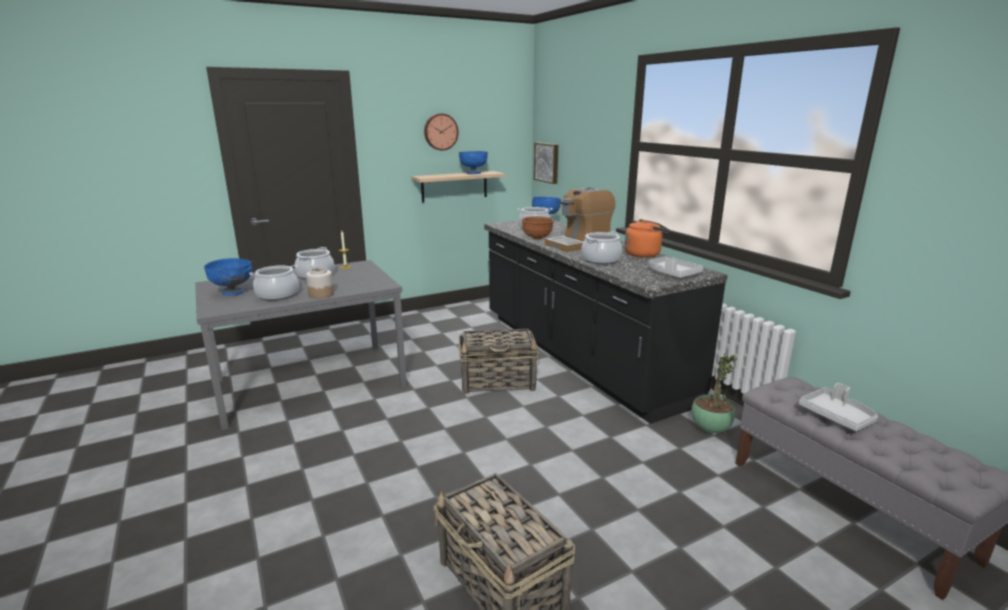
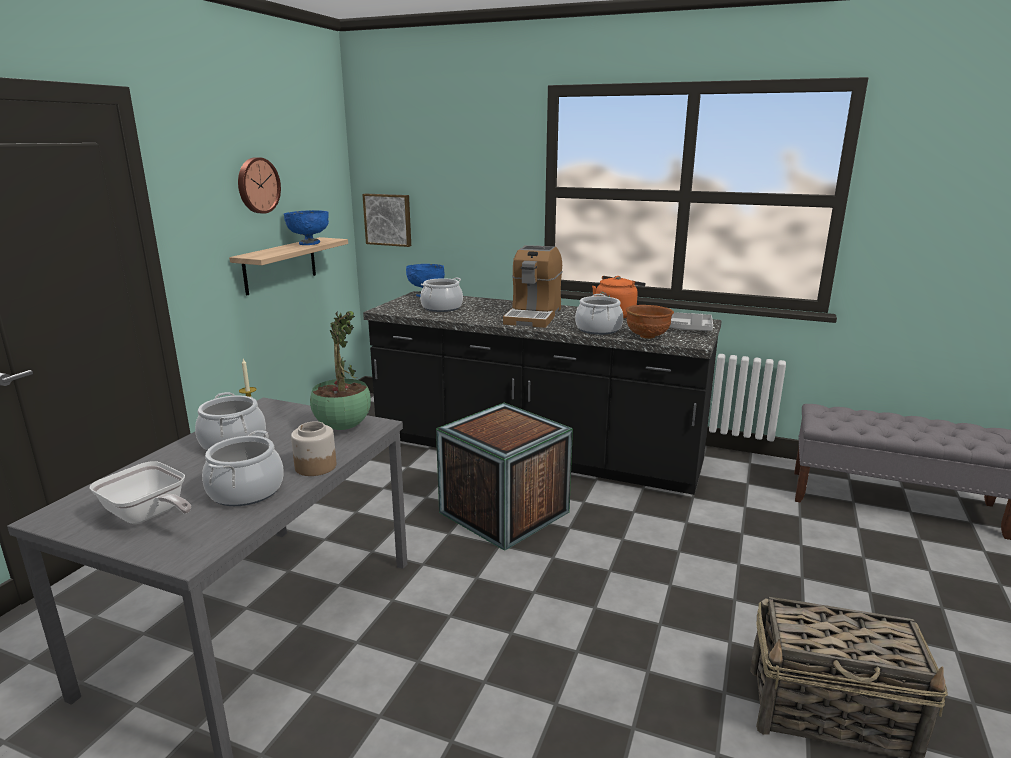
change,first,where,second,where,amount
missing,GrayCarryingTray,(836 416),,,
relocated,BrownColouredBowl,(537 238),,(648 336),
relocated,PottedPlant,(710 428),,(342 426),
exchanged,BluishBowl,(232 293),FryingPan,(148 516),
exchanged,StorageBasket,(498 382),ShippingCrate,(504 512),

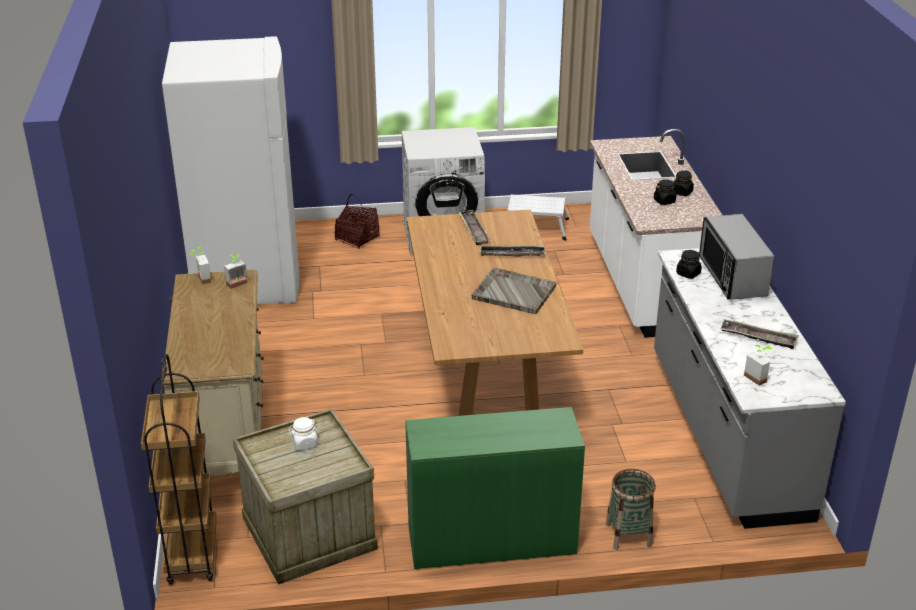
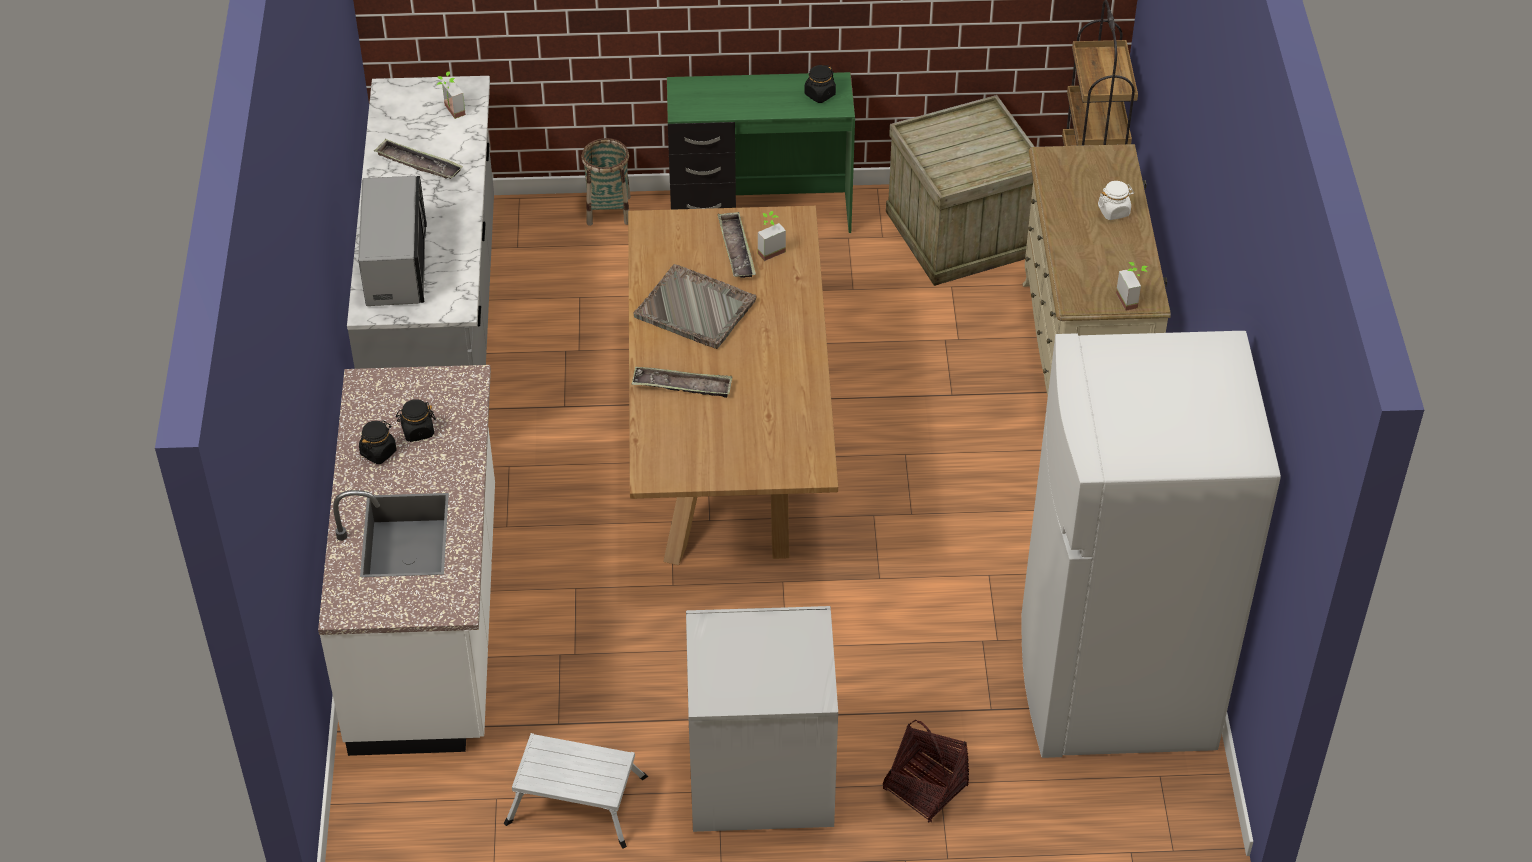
change,first,where,second,where,amount
relocated,PottedPlant,(238 285),,(768 249),
relocated,WhiteColouredJar,(304 443),,(1114 211),
relocated,CarryingTray,(474 230),,(736 249),
relocated,BlackJar,(688 273),,(819 94),

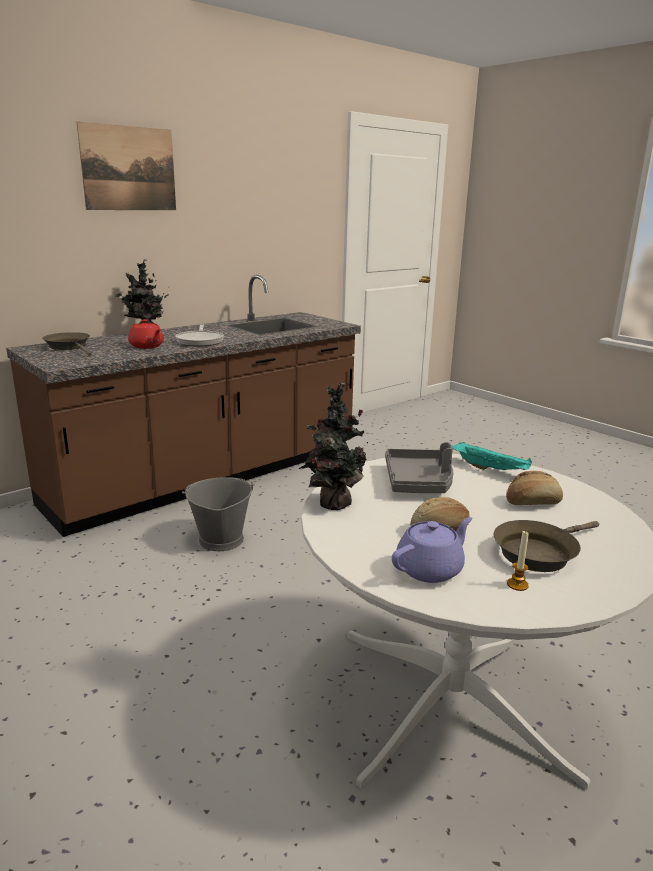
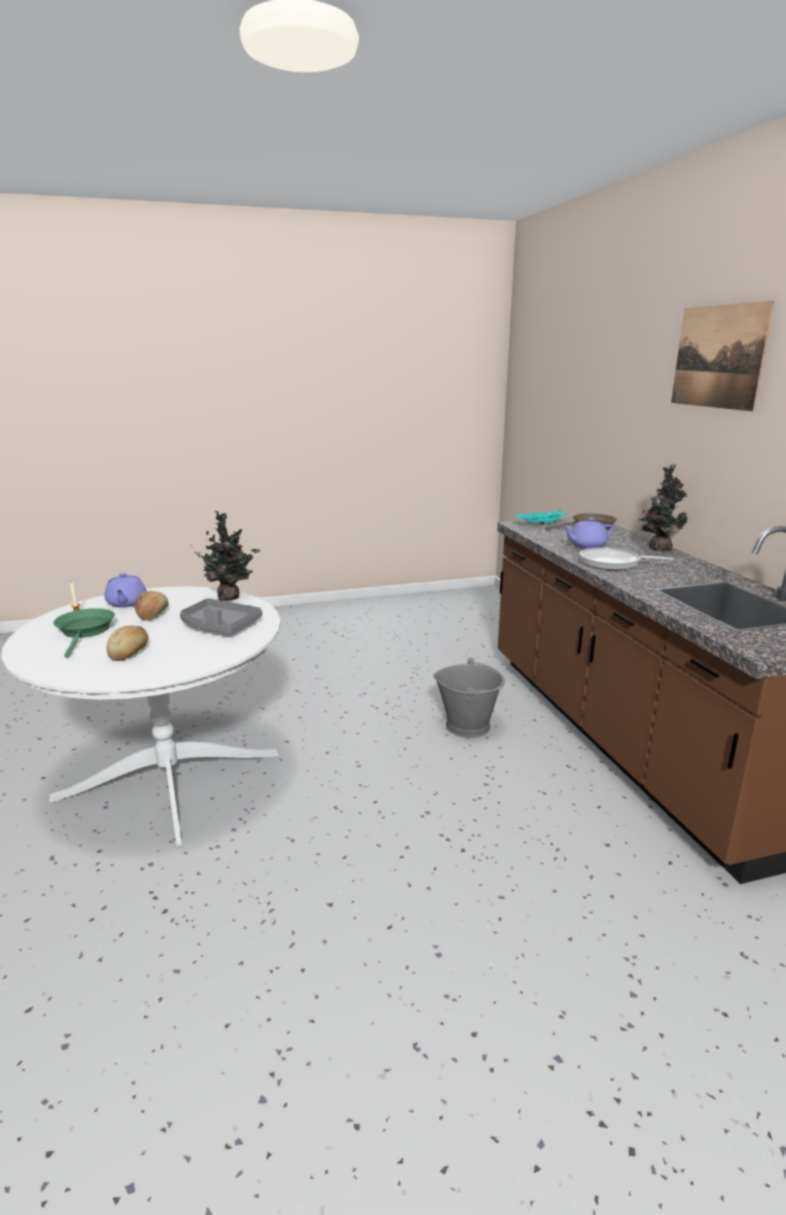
change,first,where,second,where,amount
relocated,TurquoiseColouredCarryingTray,(491 469),,(540 524),
colour,RedColouredTeapot,(147 346),PurplishTeapot,(586 546),
colour,BrownColouredFryingPan,(538 552),GreenishFryingPan,(85 632),

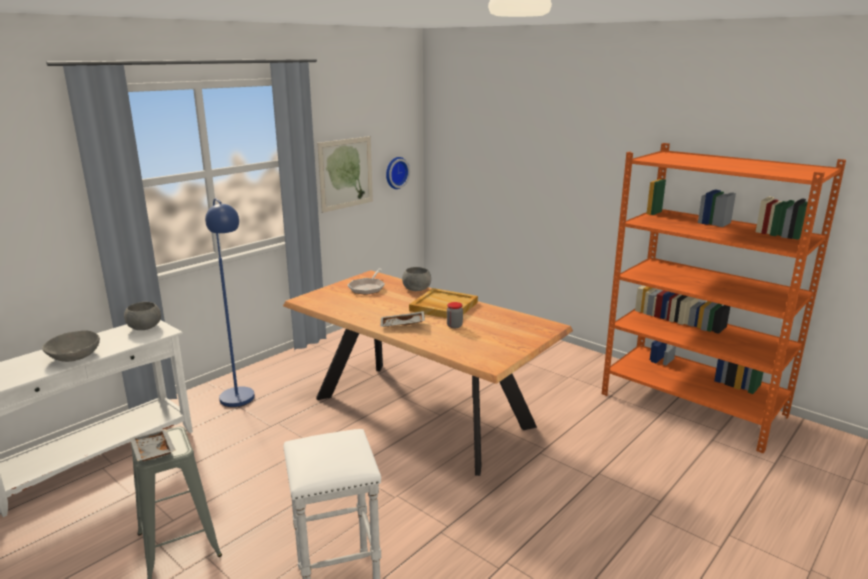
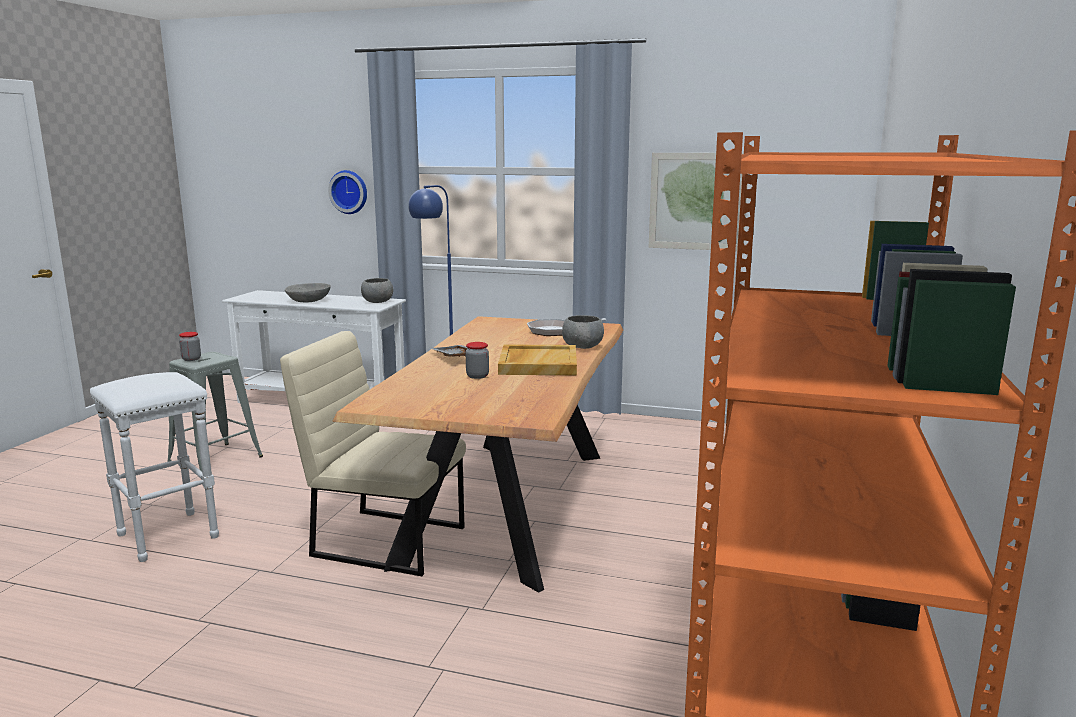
change,first,where,second,where,amount
appeared,,,BeigePlainChair,(385 540),
relocated,HangingClock,(395 172),,(349 192),
exchanged,GrayCarryingTray,(152 452),Jar,(191 359),

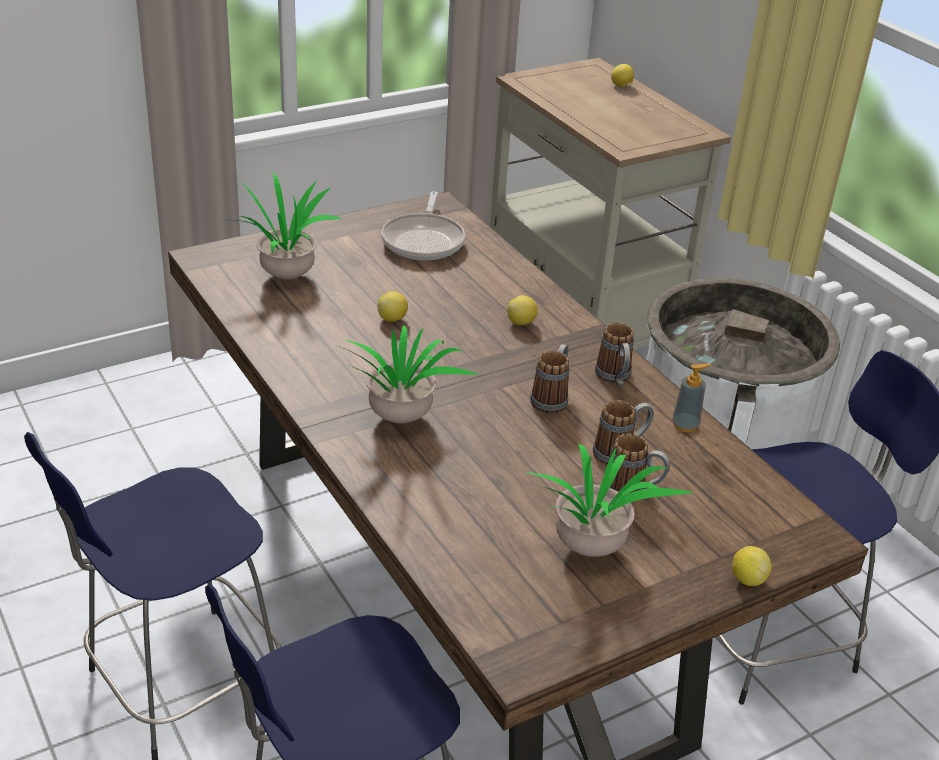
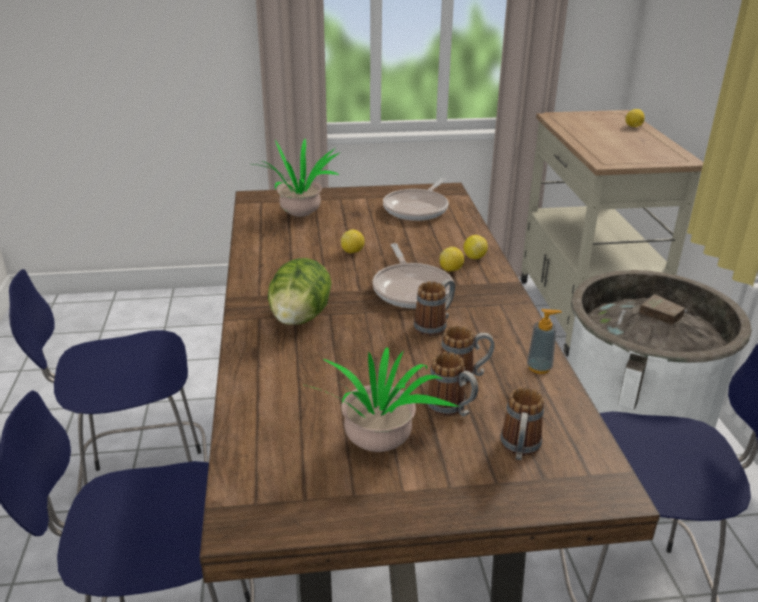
change,first,where,second,where,amount
appeared,,,FryingPan,(411 289),
relocated,CoffeeMug,(614 378),,(519 449),
relocated,WholeLemon,(747 579),,(474 257),
exchanged,PottedPlant,(399 421),HeadOfLettuce,(300 318),

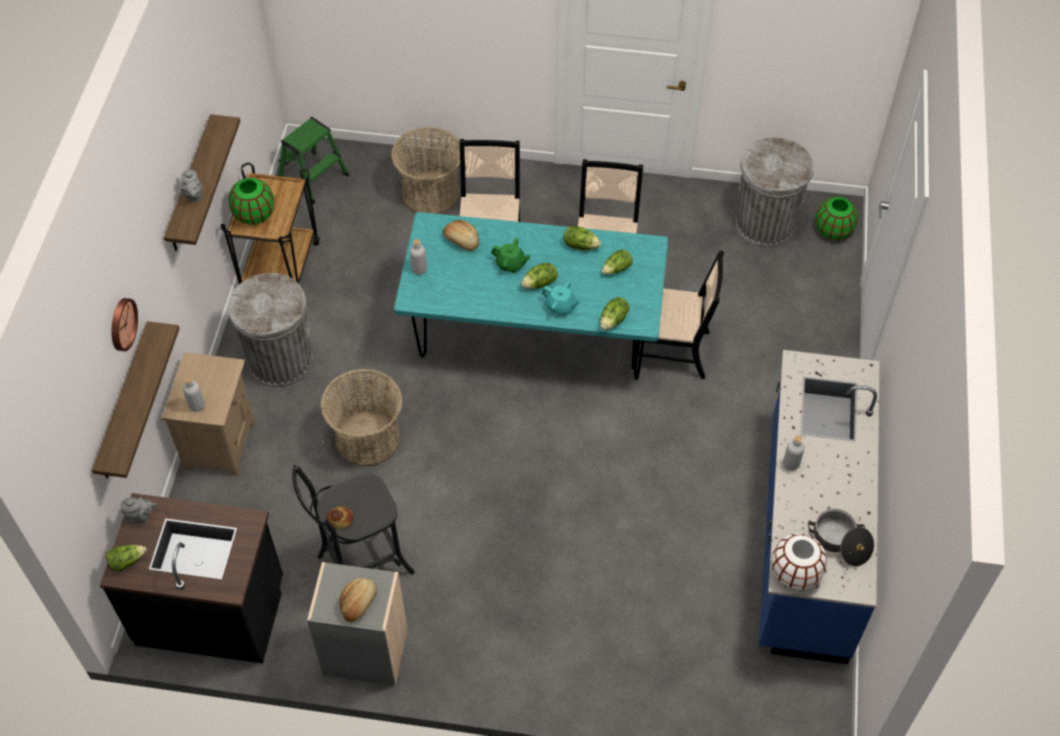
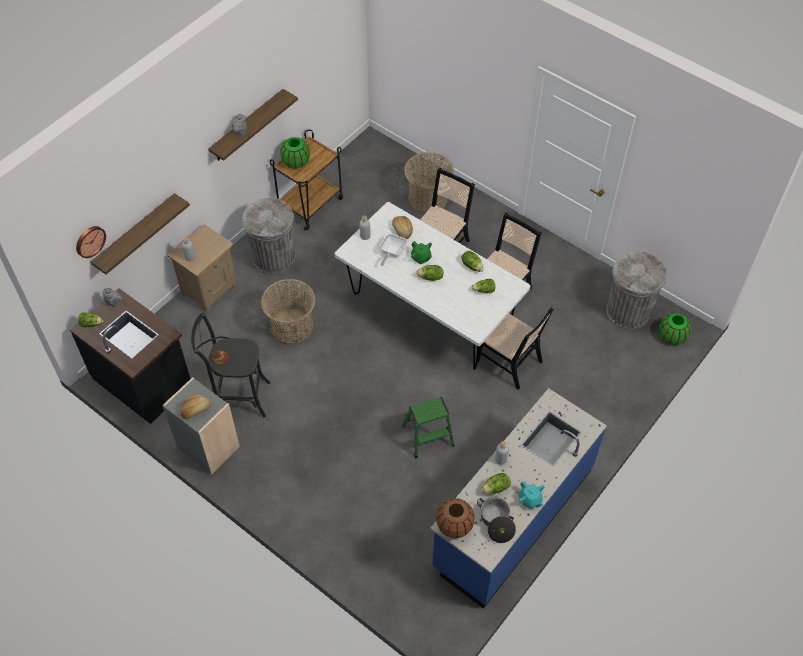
change,first,where,second,where,amount
appeared,,,FryingPan,(392 253),
relocated,HangingClock,(121 324),,(89 241),
relocated,GreenishStepStool,(313 177),,(428 435),
relocated,TurquoiseColouredTeapot,(560 307),,(530 500),
relocated,HeadOfLettuce,(614 320),,(496 488),
colour,TurquoiseColouredDinnerTable,(532 338),WhiteColouredDinnerTable,(428 313),
colour,WhiteColouredDecorativeVase,(795 573),BrownColouredDecorativeVase,(454 525),

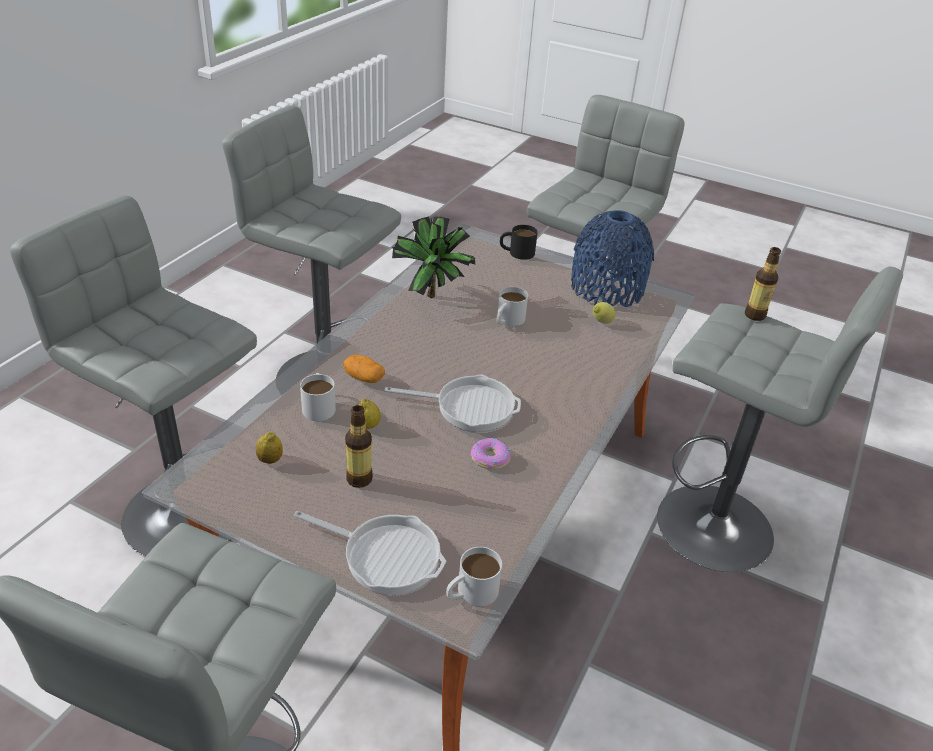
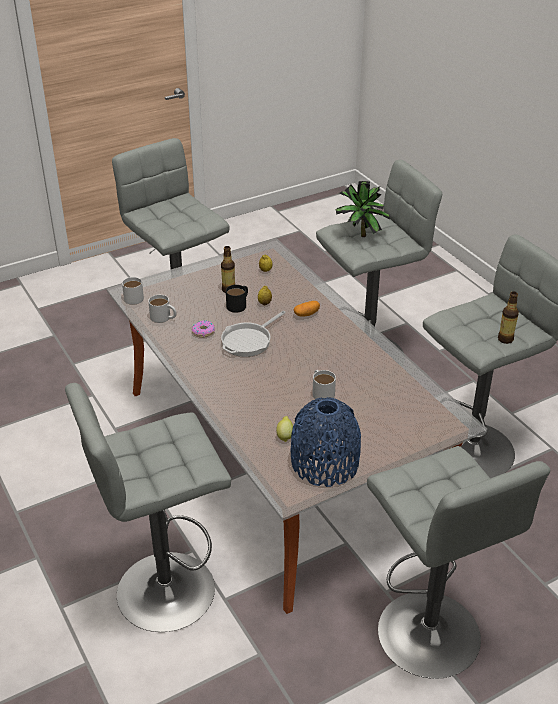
change,first,where,second,where,amount
missing,FryingPan,(385 555),,,
relocated,WhiteColouredCoffeeMug,(319 405),,(164 318),
relocated,PottedPlant,(434 299),,(359 236),
relocated,BlackCoffeeMug,(516 252),,(239 304),
relocated,Bottle,(755 315),,(505 339),

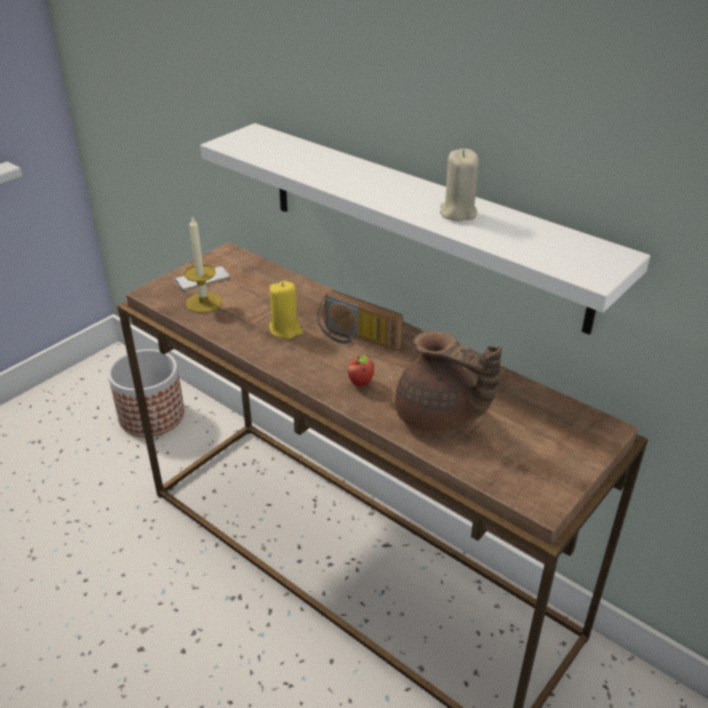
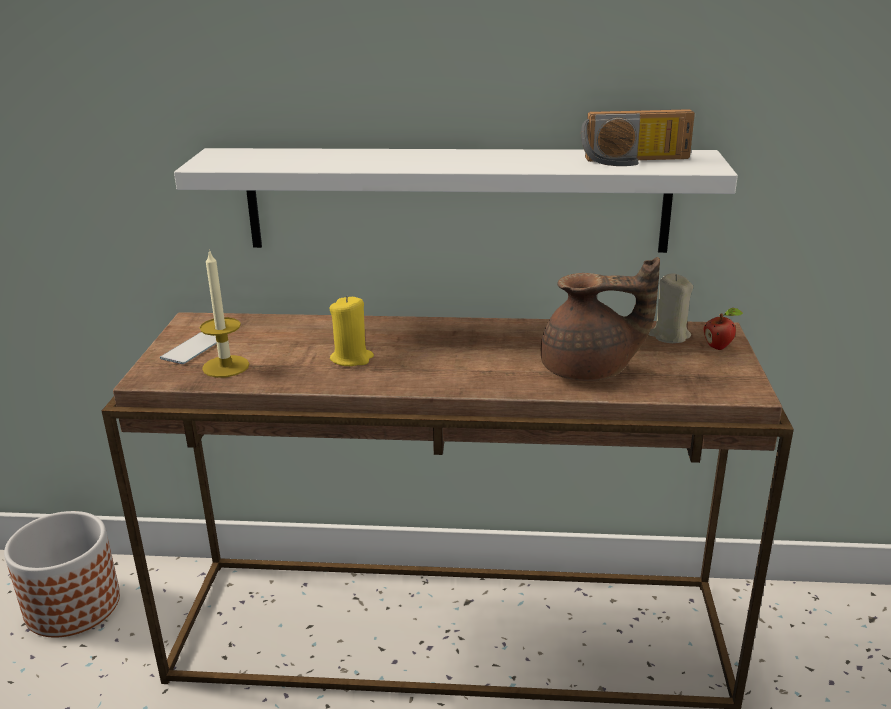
change,first,where,second,where,amount
relocated,Radio,(355 338),,(635 161),
relocated,Apple,(361 383),,(719 347),
relocated,BeigeWaxLight,(457 213),,(669 335),

